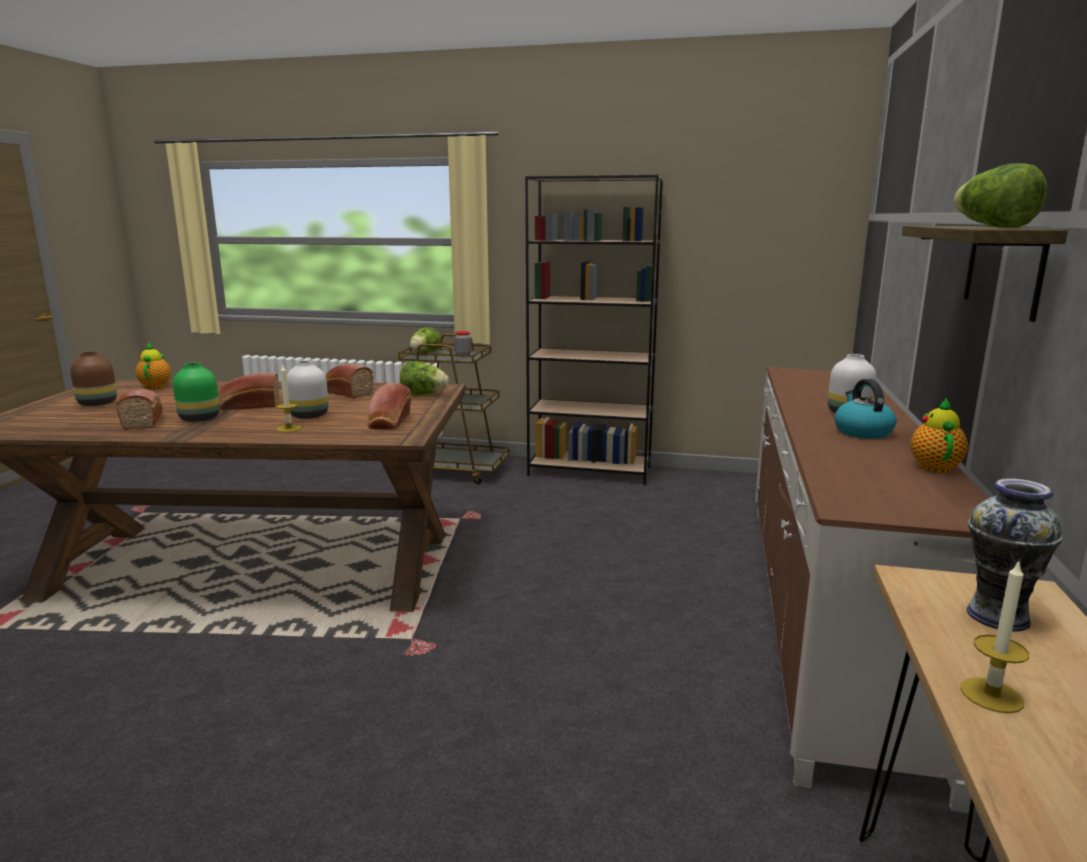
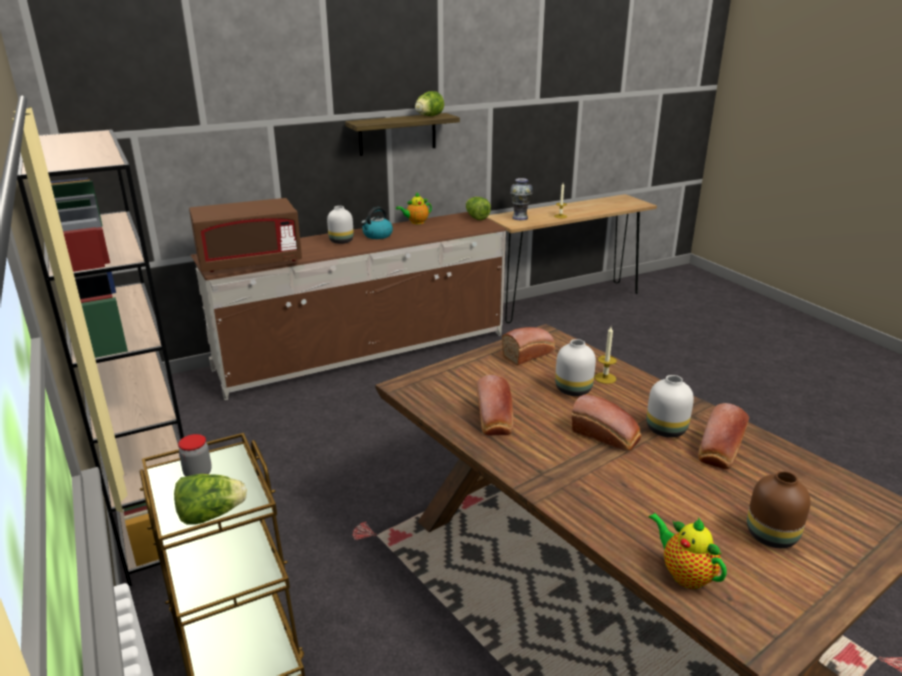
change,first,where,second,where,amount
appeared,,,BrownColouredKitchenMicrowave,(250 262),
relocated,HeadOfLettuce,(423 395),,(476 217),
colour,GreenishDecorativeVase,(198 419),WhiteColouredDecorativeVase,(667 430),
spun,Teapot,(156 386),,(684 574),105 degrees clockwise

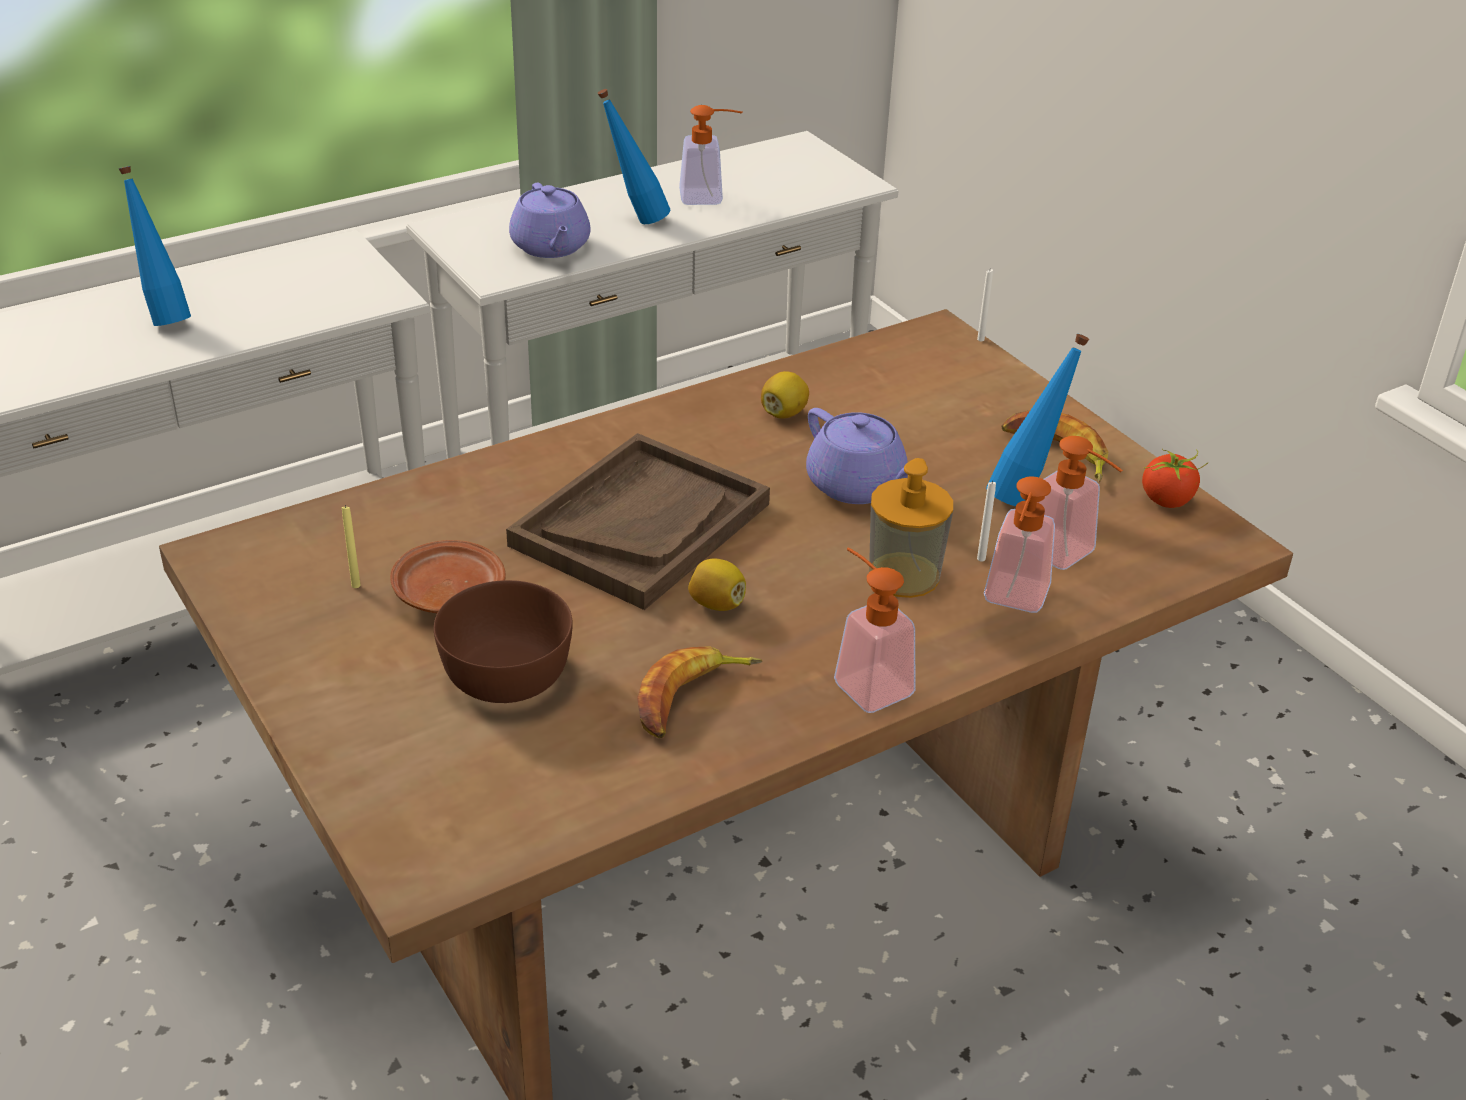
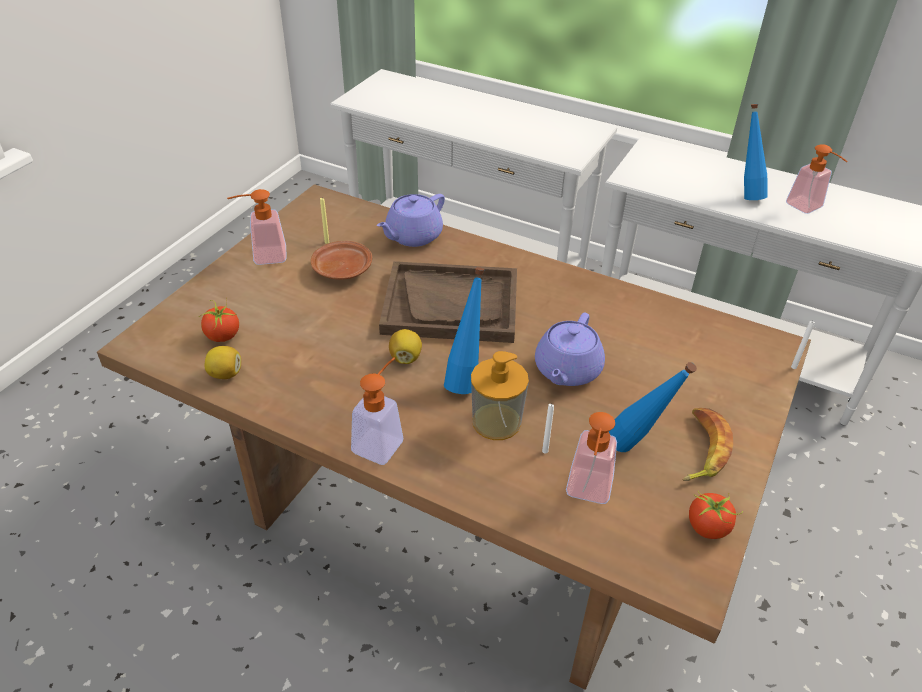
change,first,where,second,where,amount
missing,BrownColouredBowl,(506 672),,,
missing,WholeBanana,(691 699),,,
appeared,,,FreshTomato,(223 336),
relocated,BluishBottle,(164 317),,(465 379),
relocated,PurplishTeapot,(551 247),,(412 236),
relocated,WholeLemon,(784 413),,(225 374),
relocated,SoapBottle,(1013 601),,(263 256),

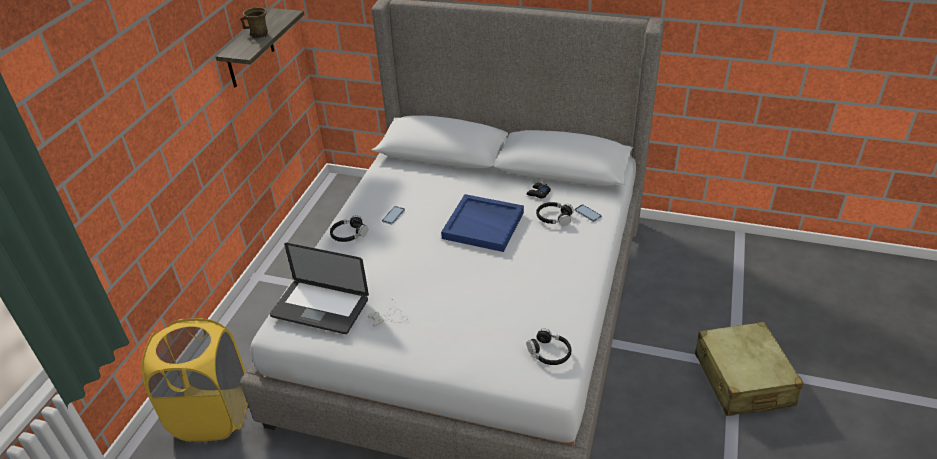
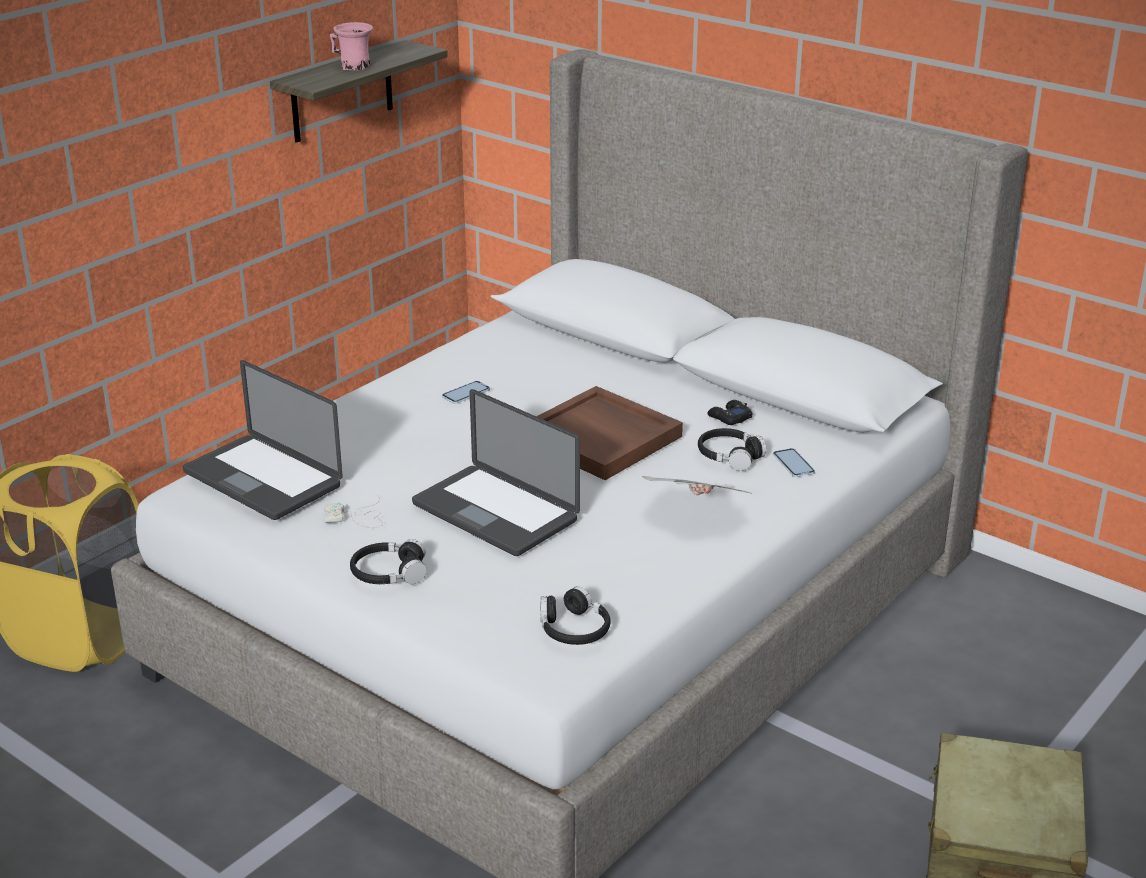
change,first,where,second,where,amount
appeared,,,NotebookComputer,(495 512),
appeared,,,PrintedPaper,(698 510),
relocated,BlackHeadset,(349 234),,(388 573),
colour,BrownColouredCoffeeMug,(259 34),PinkishCoffeeMug,(355 67),
colour,BluishCarryingTray,(484 225),BrownColouredCarryingTray,(602 438),

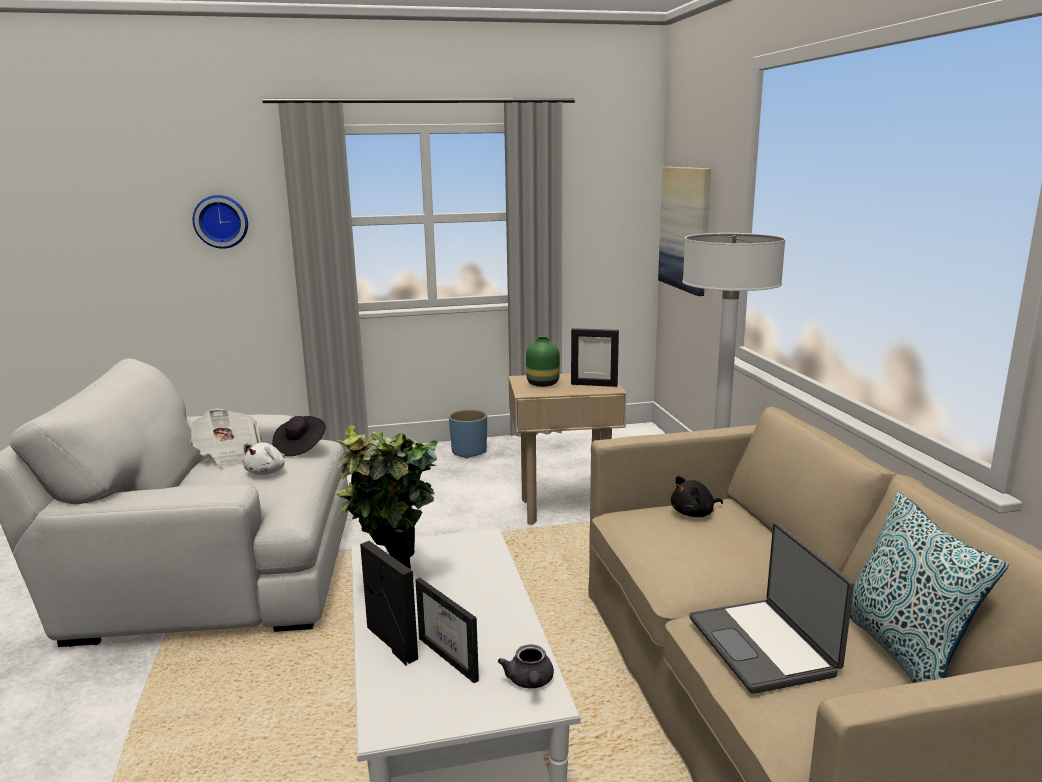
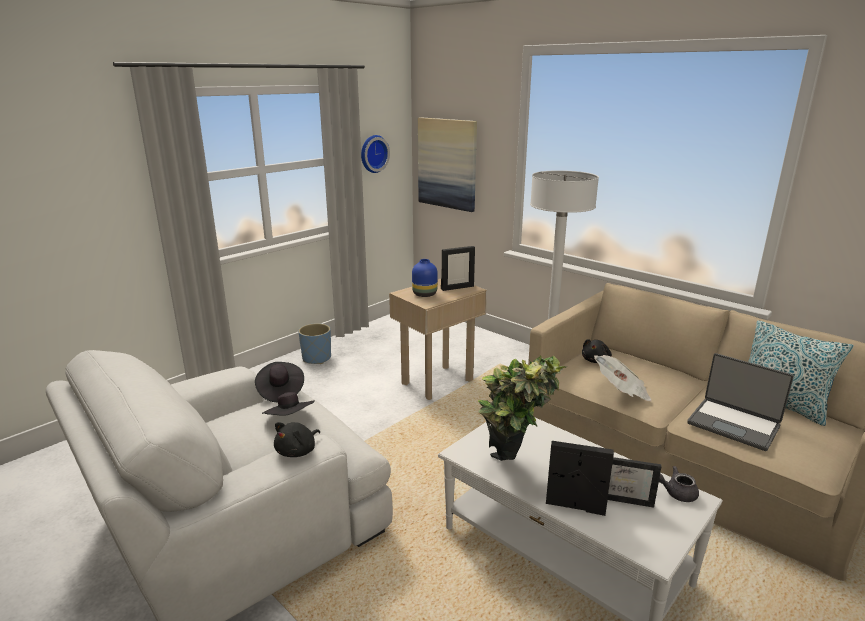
change,first,where,second,where,amount
appeared,,,BlackPlushToy,(298 451),
relocated,PrintedPaper,(228 455),,(621 391),
relocated,HangingClock,(221 221),,(373 153),
exchanged,WhiteColouredPlushToy,(267 472),BlackWearableHat,(290 420),
colour,GreenishDecorativeVase,(542 384),BluishDecorativeVase,(424 294),
spun,GrayTeapot,(530 682),,(676 493),135 degrees clockwise

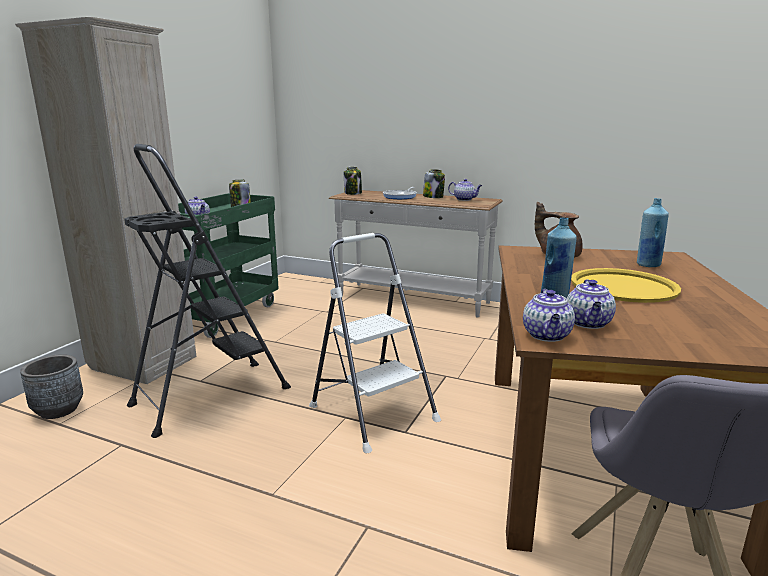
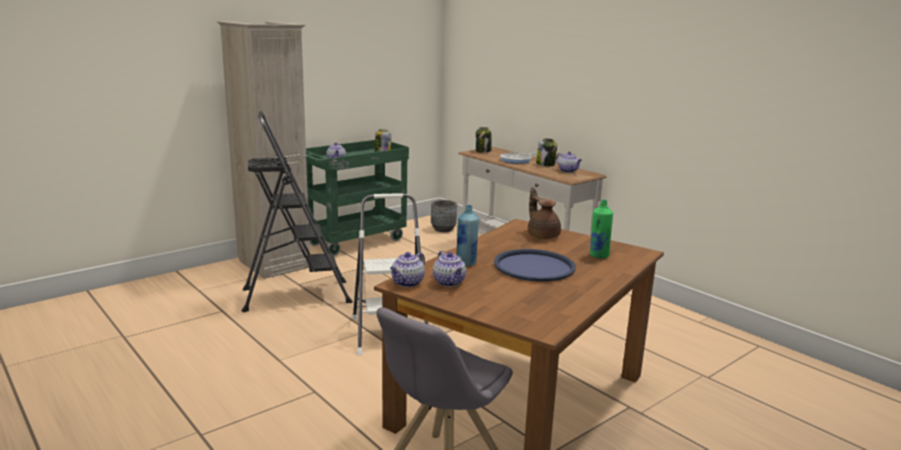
change,first,where,second,where,amount
relocated,GrayPlantPot,(58 410),,(443 229),
colour,YellowCarryingTray,(623 287),BluishCarryingTray,(534 266),
colour,BluishBottle,(647 265),GreenishBottle,(598 255),
spun,Teapot,(588 323),,(449 282),60 degrees counterclockwise

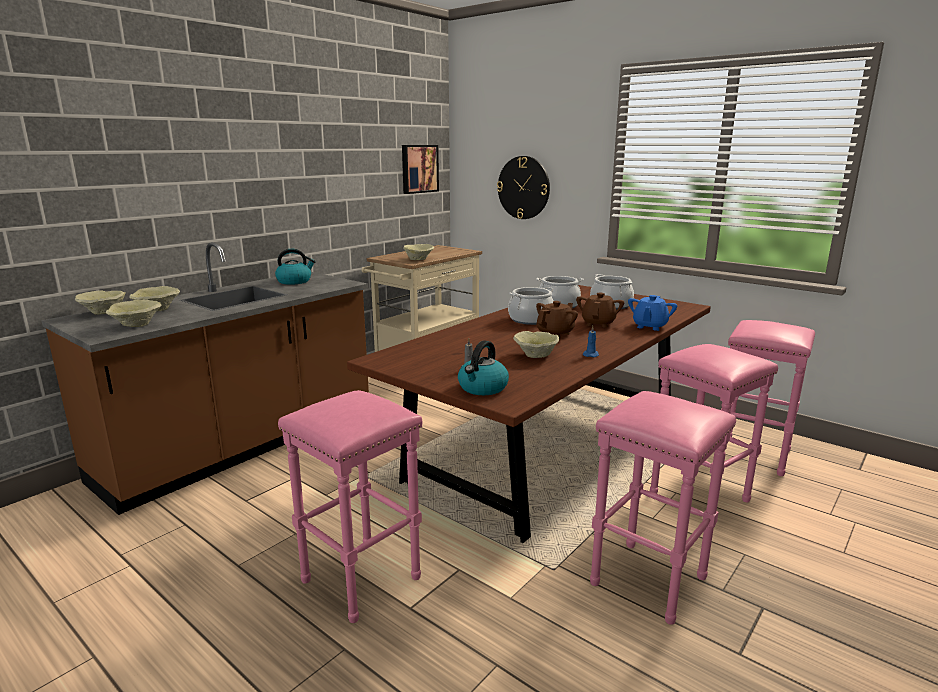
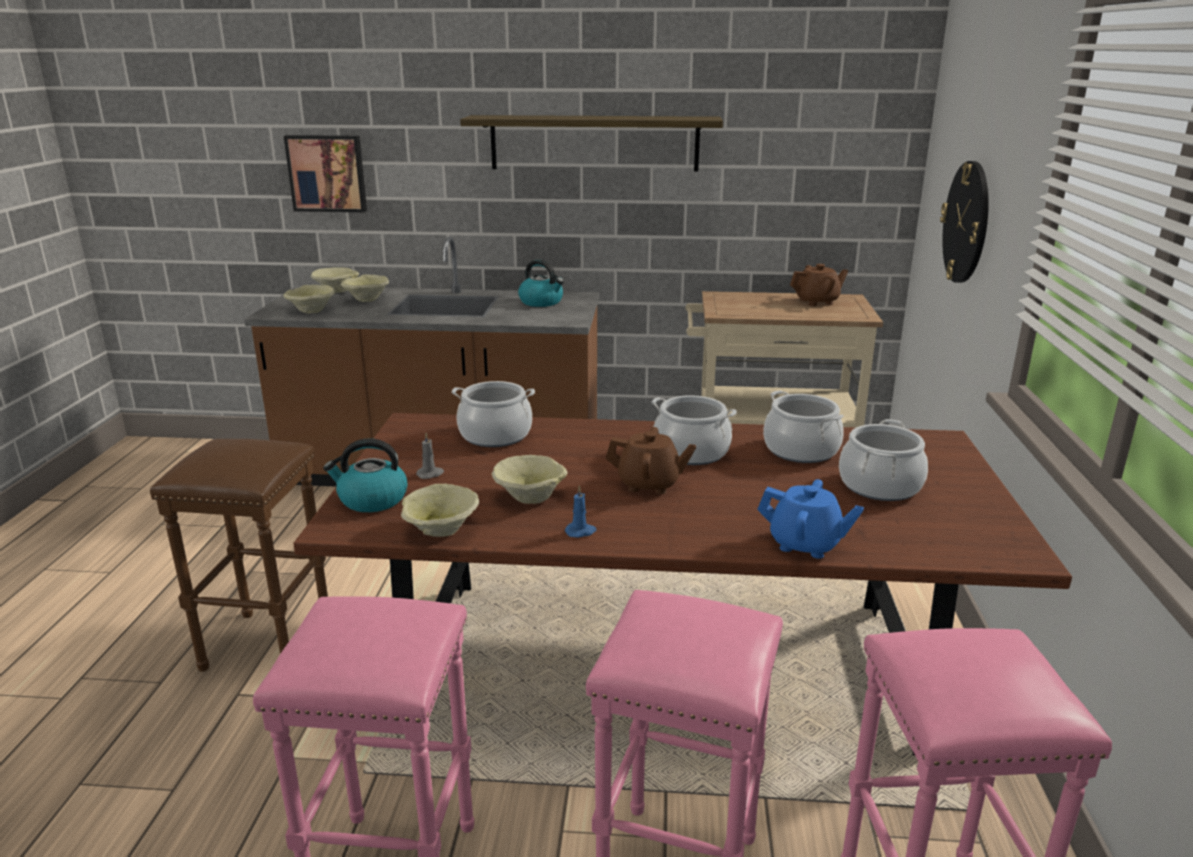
change,first,where,second,where,amount
appeared,,,CookingPot,(495 435),
appeared,,,WallShelf,(594 143),
relocated,Picture,(419 169),,(327 173),
relocated,BeigeBowl,(419 260),,(441 531),
relocated,BrownColouredTeapot,(598 323),,(817 302),
colour,PinkishStoolSeat,(358 579),BrownColouredStoolSeat,(266 642),
spun,BluishTeapot,(649 326),,(805 544),150 degrees counterclockwise

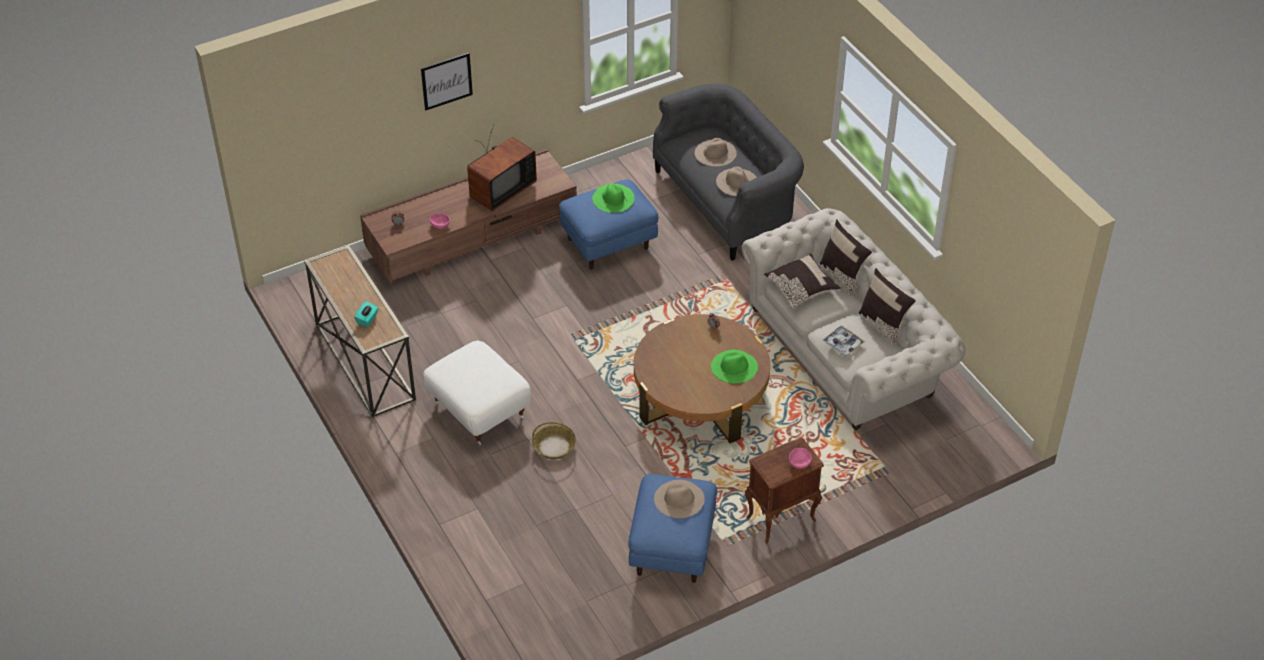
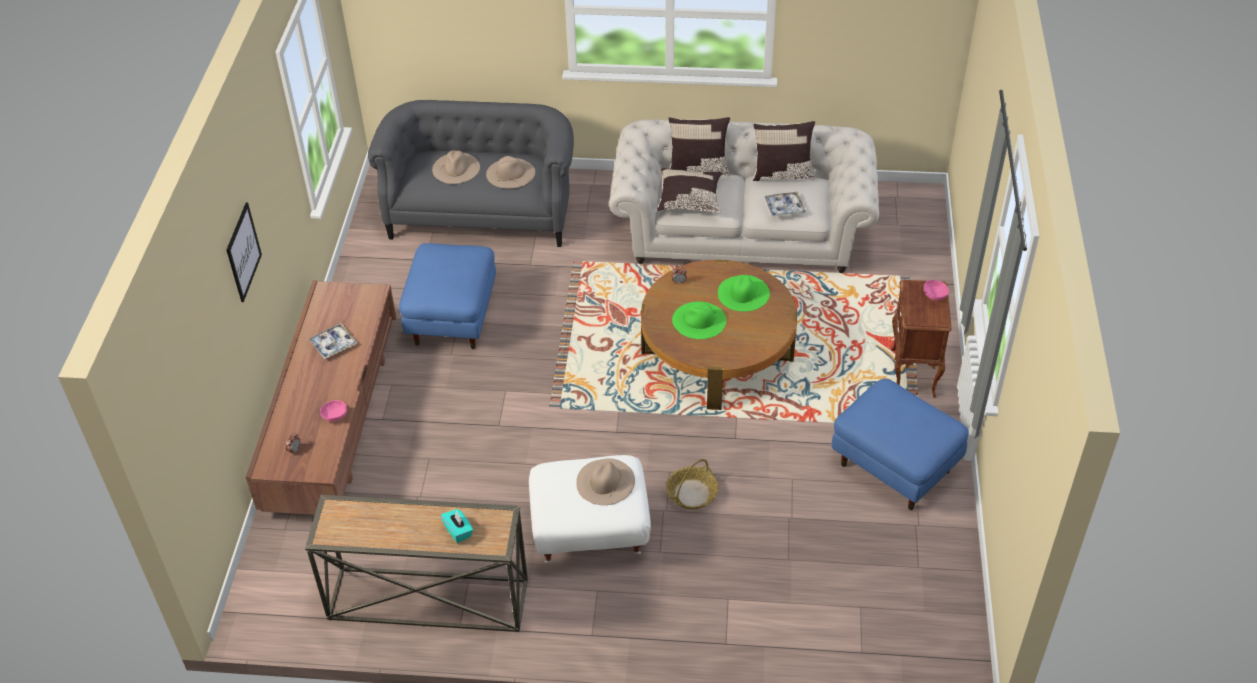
change,first,where,second,where,amount
relocated,GreenishWearableHat,(613 198),,(699 320),
relocated,BeigeWearableHat,(679 499),,(605 481),
exchanged,TvSet,(499 190),CarryingTray,(333 344),

